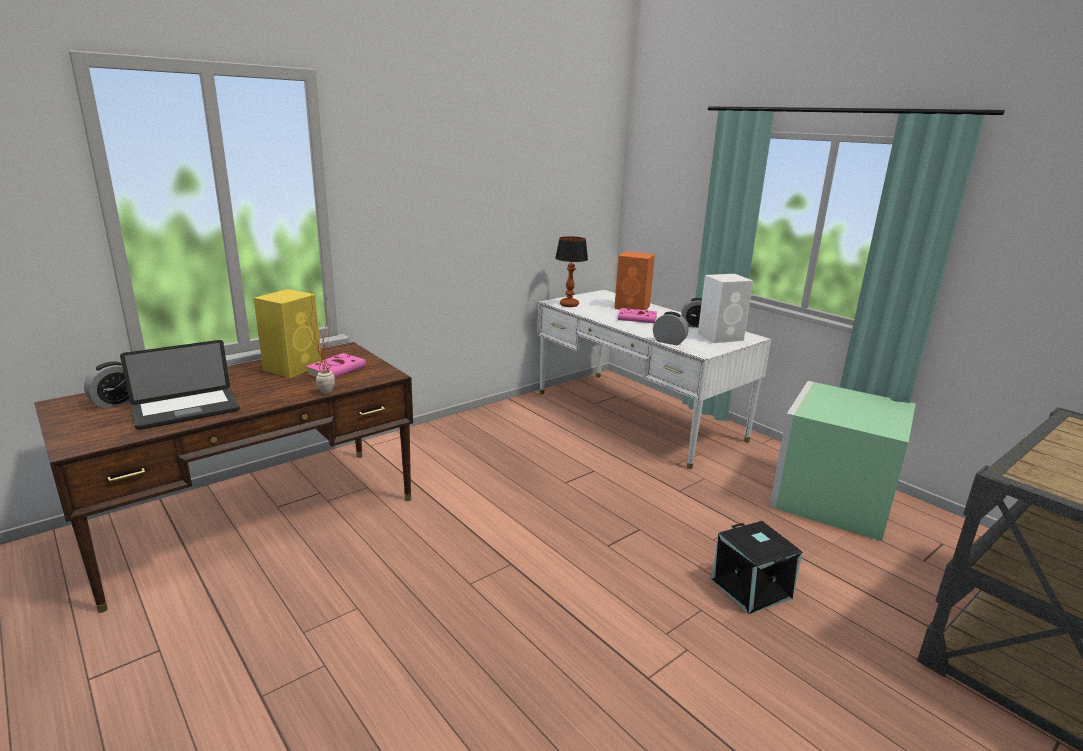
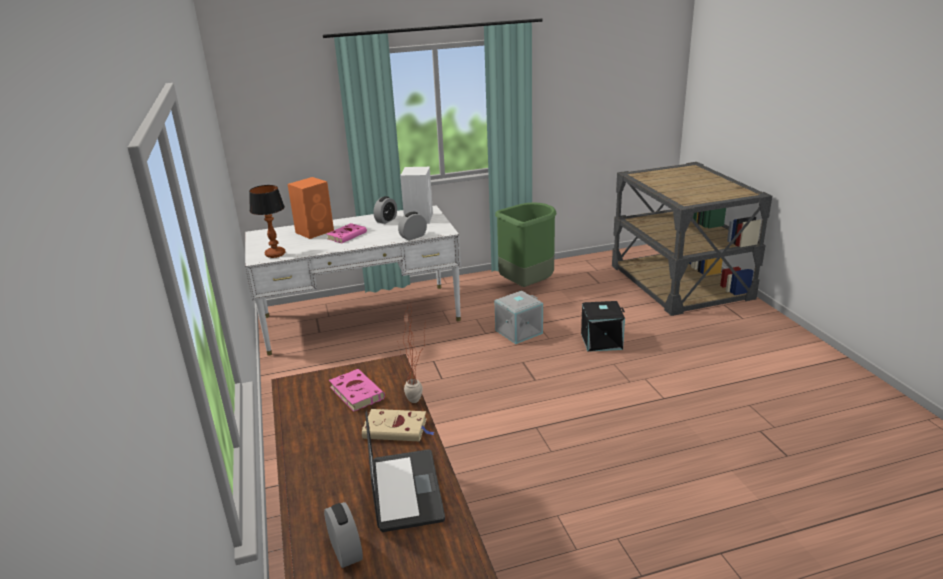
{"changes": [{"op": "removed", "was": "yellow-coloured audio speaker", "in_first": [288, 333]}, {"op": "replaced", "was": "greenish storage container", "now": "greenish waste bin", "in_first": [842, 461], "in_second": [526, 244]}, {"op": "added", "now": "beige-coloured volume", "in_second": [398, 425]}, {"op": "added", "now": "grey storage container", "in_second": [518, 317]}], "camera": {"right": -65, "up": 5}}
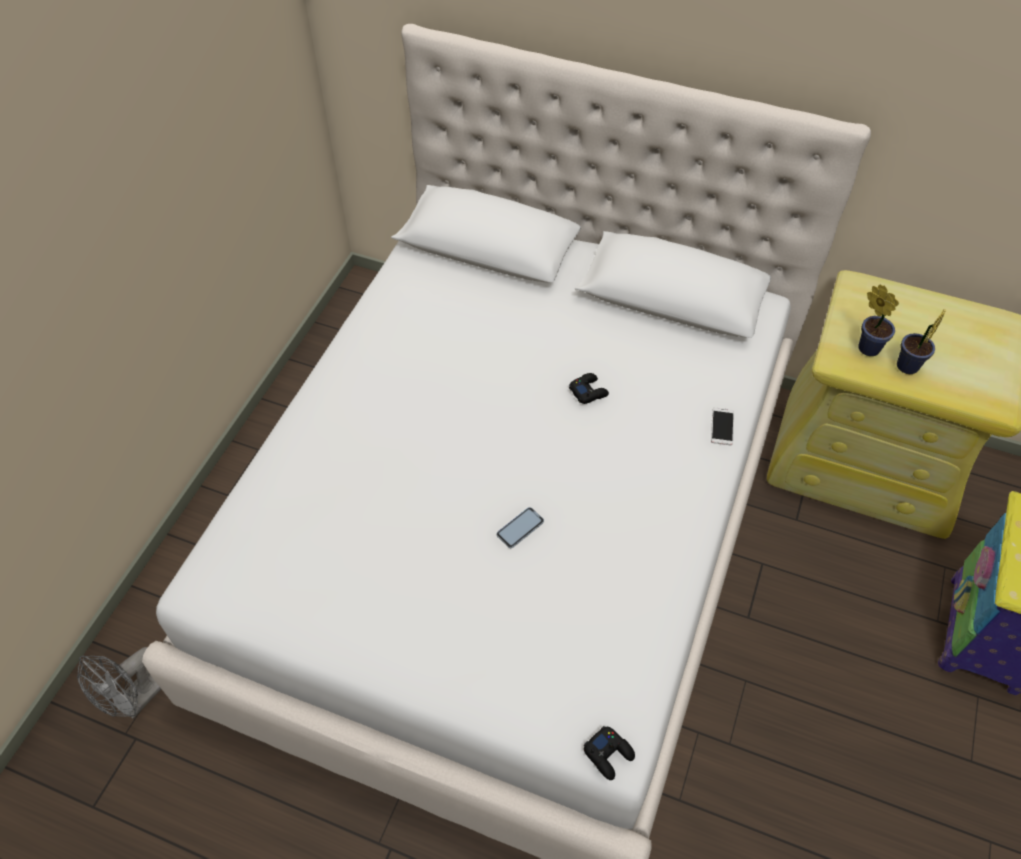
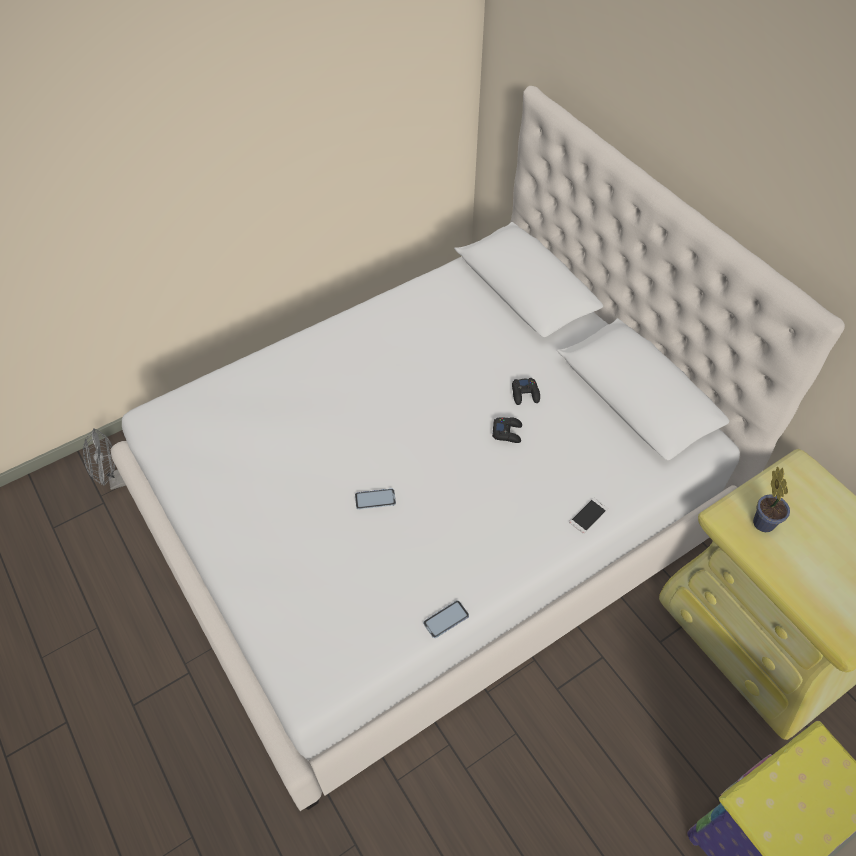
{"changes": [{"op": "moved", "was": "black-coloured game controller", "in_first": [609, 753], "in_second": [526, 391]}, {"op": "removed", "was": "houseplant", "in_first": [921, 342]}, {"op": "added", "now": "telephone", "in_second": [446, 619]}], "camera": {"right": 35, "up": 0}}
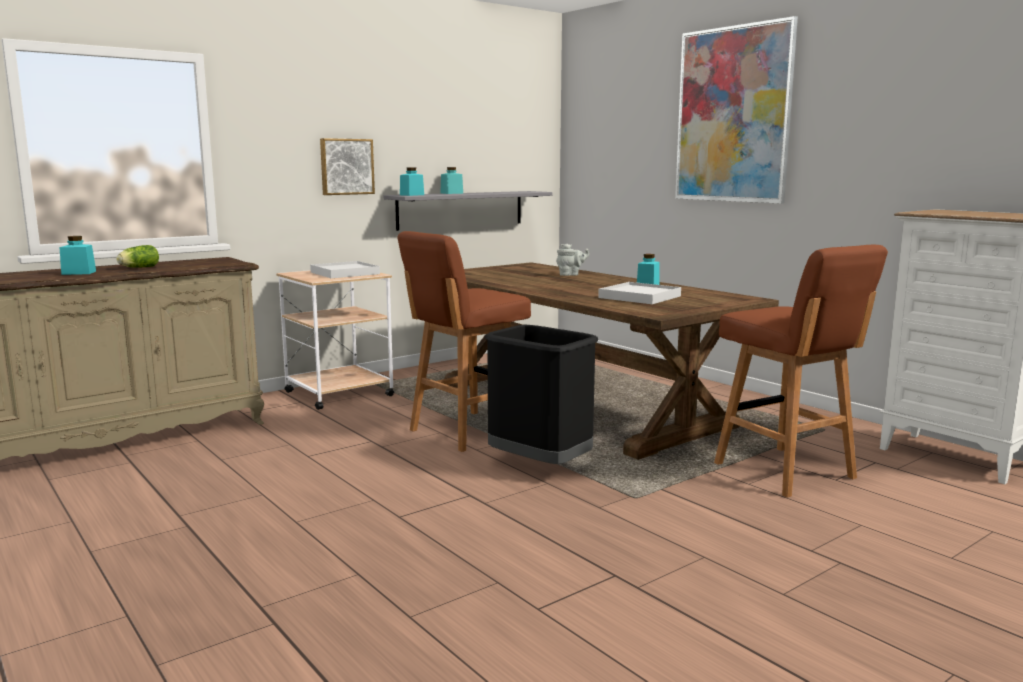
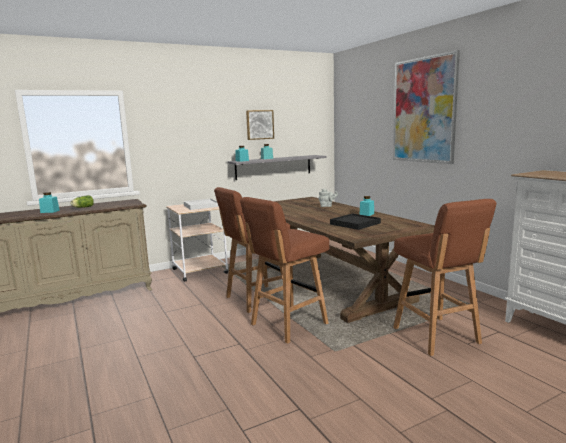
{"changes": [{"op": "moved", "was": "picture", "in_first": [347, 166], "in_second": [260, 125]}, {"op": "replaced", "was": "black-coloured waste bin", "now": "brown-coloured stool seat", "in_first": [541, 394], "in_second": [284, 270]}, {"op": "recoloured", "was": "whitish tray", "now": "black-coloured tray", "in_first": [639, 293], "in_second": [355, 222]}], "camera": {"right": 10, "up": 0}}
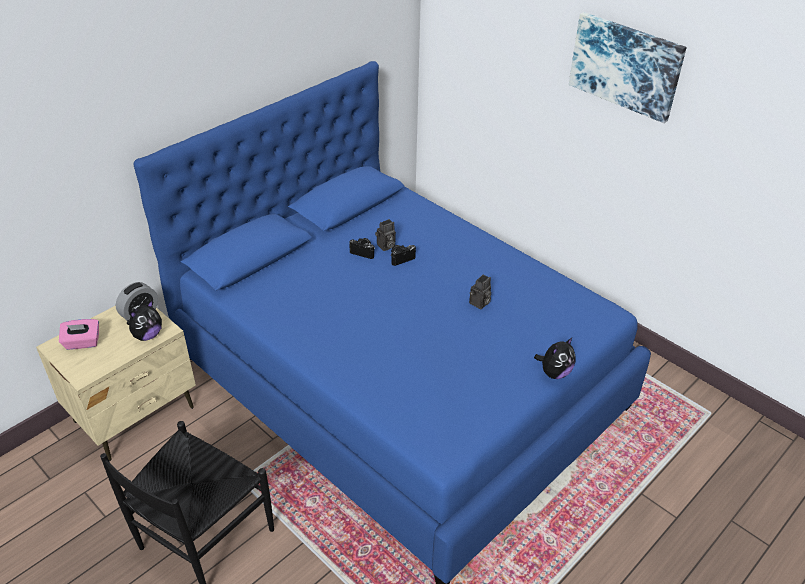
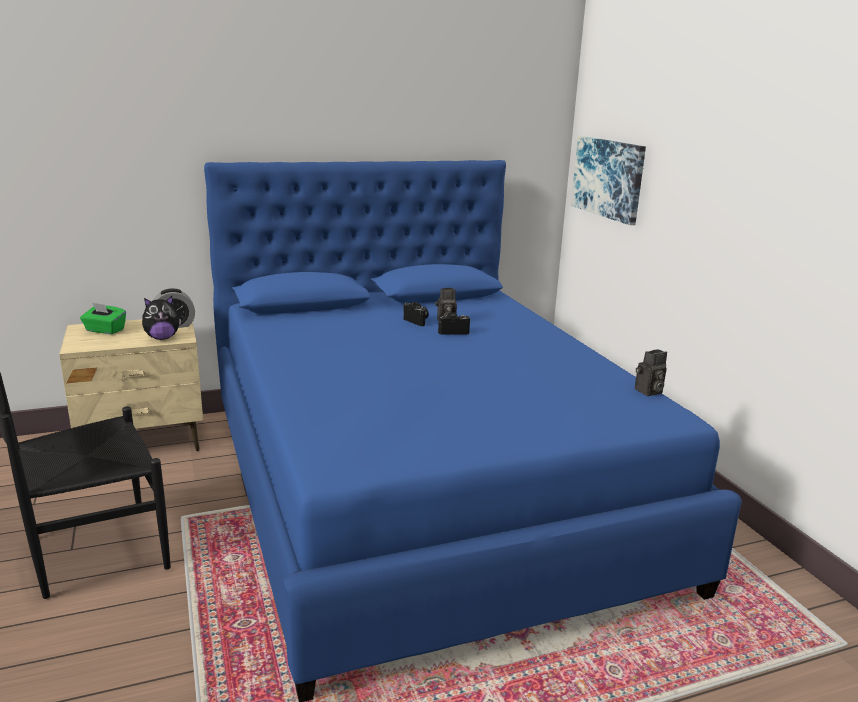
{"changes": [{"op": "recoloured", "was": "pinkish tissue holder", "now": "greenish tissue holder", "in_first": [79, 334], "in_second": [103, 318]}, {"op": "moved", "was": "still camera", "in_first": [480, 292], "in_second": [651, 372]}, {"op": "removed", "was": "soft toy", "in_first": [554, 358]}, {"op": "moved", "was": "picture", "in_first": [628, 67], "in_second": [608, 180]}], "camera": {"right": 25, "up": -20}}
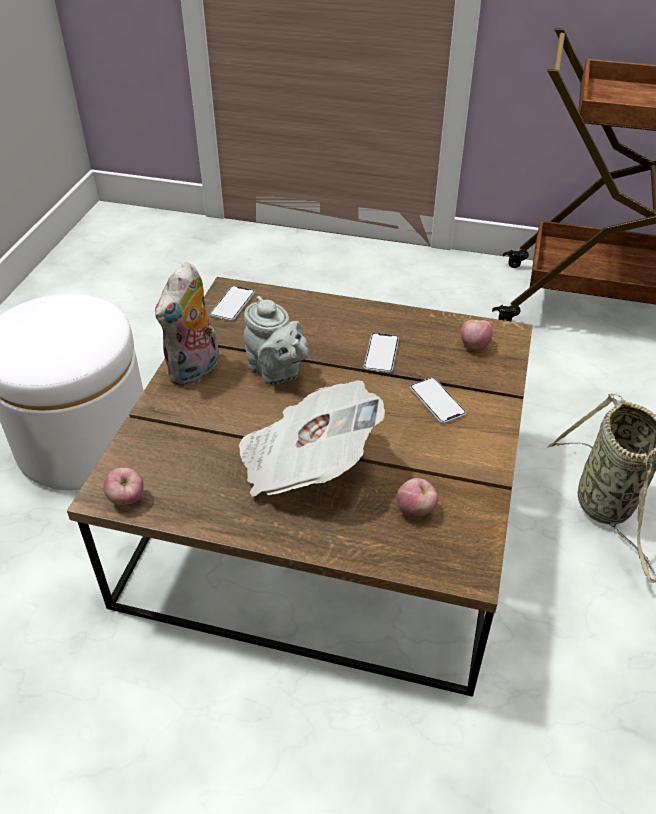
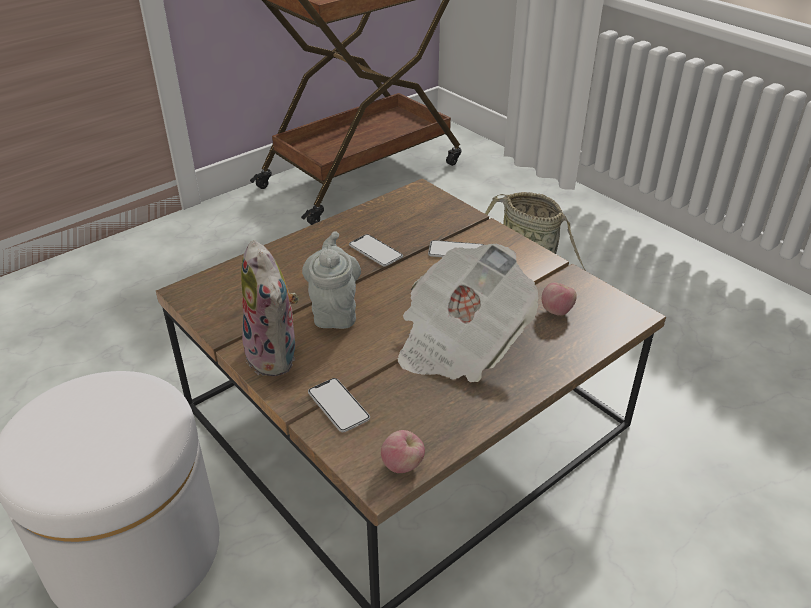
{"changes": [{"op": "moved", "was": "telephone", "in_first": [232, 303], "in_second": [339, 405]}, {"op": "turned", "was": "grey tea pot", "in_first": [276, 340], "in_second": [331, 280], "clockwise": -90}, {"op": "removed", "was": "apple", "in_first": [476, 334]}], "camera": {"right": -55, "up": -5}}
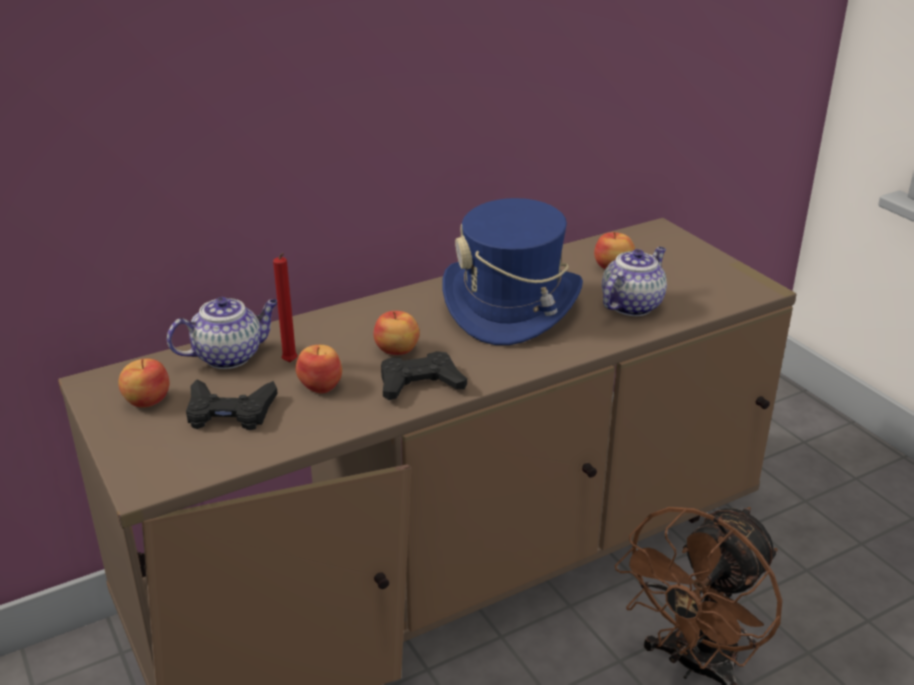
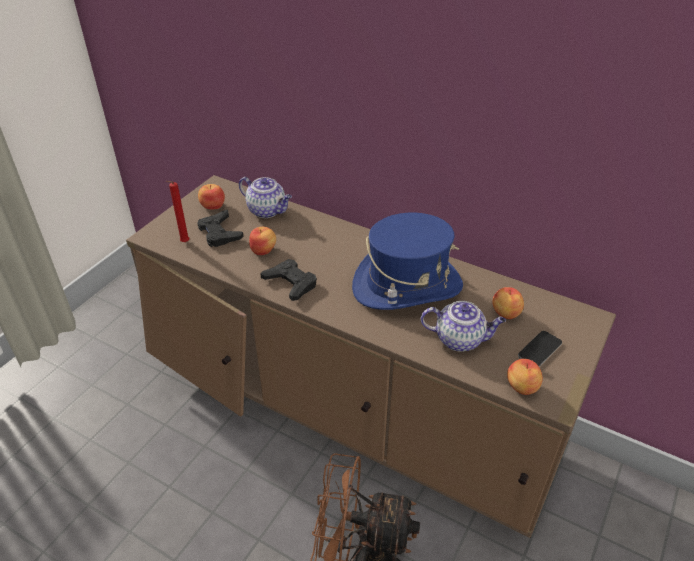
{"changes": [{"op": "moved", "was": "red wax light", "in_first": [285, 307], "in_second": [177, 211]}, {"op": "moved", "was": "apple", "in_first": [396, 333], "in_second": [525, 377]}, {"op": "added", "now": "telephone", "in_second": [540, 349]}], "camera": {"right": 60, "up": 10}}
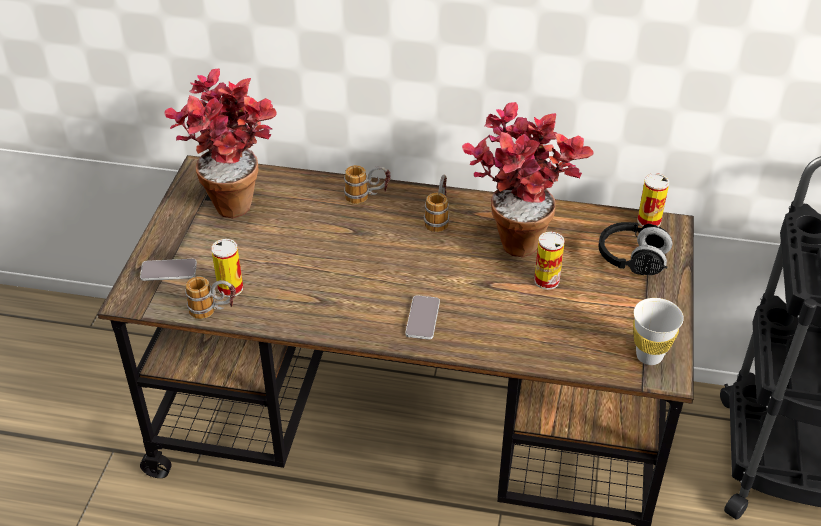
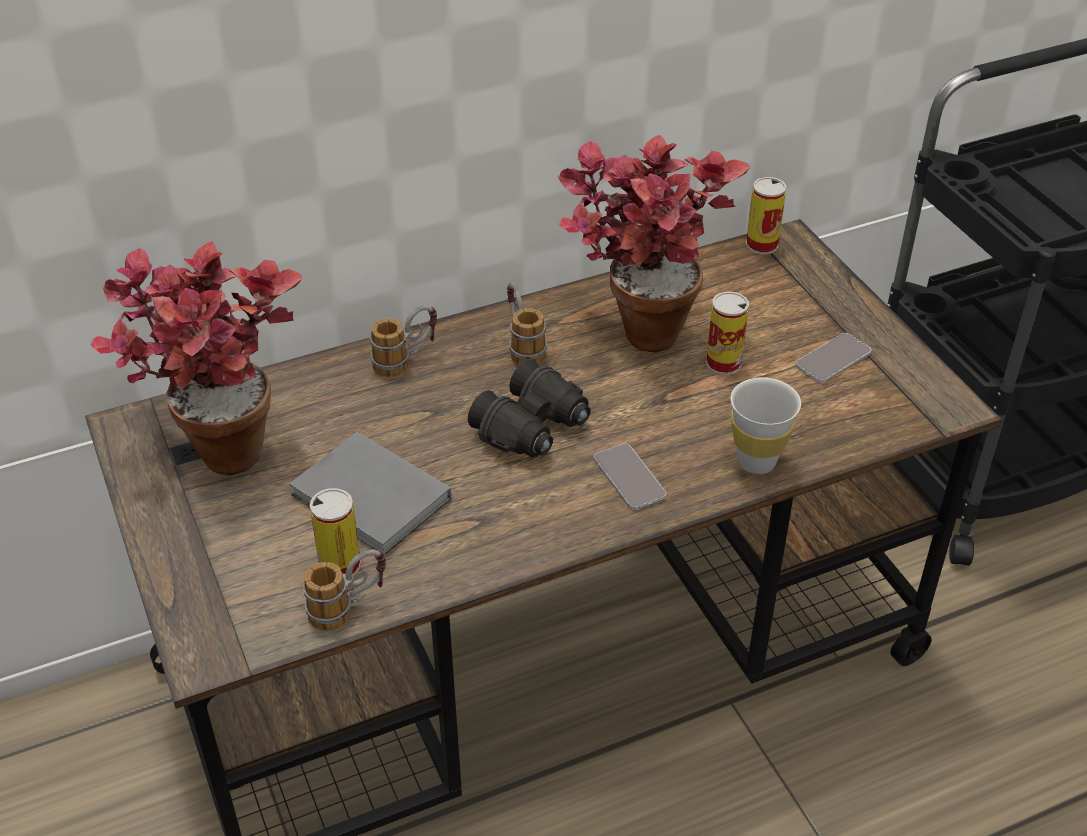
{"changes": [{"op": "moved", "was": "telephone", "in_first": [168, 270], "in_second": [833, 358]}, {"op": "removed", "was": "black-coloured headset", "in_first": [635, 248]}, {"op": "moved", "was": "whitish small cup", "in_first": [658, 331], "in_second": [766, 425]}, {"op": "added", "now": "grey volume", "in_second": [370, 493]}, {"op": "added", "now": "black-coloured field glasses", "in_second": [529, 409]}], "camera": {"right": -35, "up": 0}}
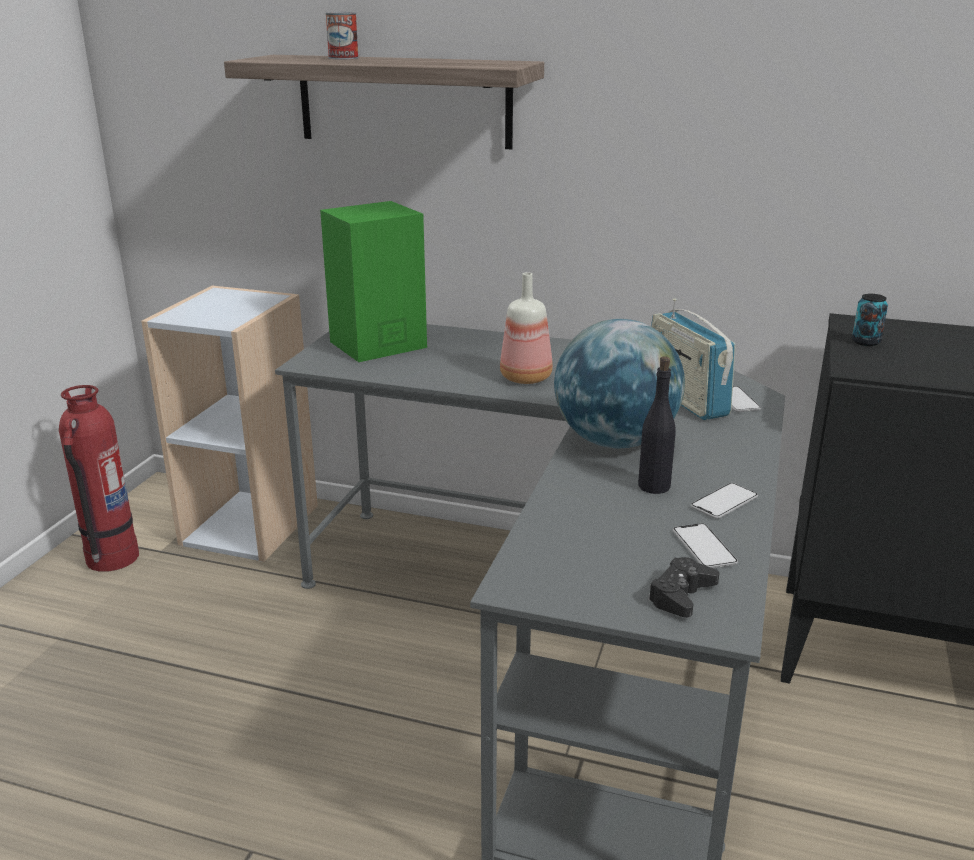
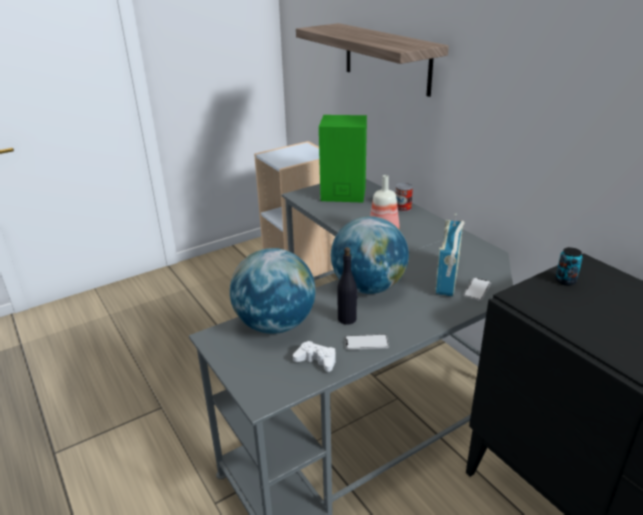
{"changes": [{"op": "removed", "was": "fire-fighting cylinder", "in_first": [99, 478]}, {"op": "moved", "was": "sealed can", "in_first": [342, 35], "in_second": [404, 197]}, {"op": "removed", "was": "black-coloured game controller", "in_first": [684, 587]}, {"op": "replaced", "was": "telephone", "now": "whitish game controller", "in_first": [705, 545], "in_second": [314, 356]}, {"op": "added", "now": "globe", "in_second": [273, 291]}], "camera": {"right": 40, "up": 5}}
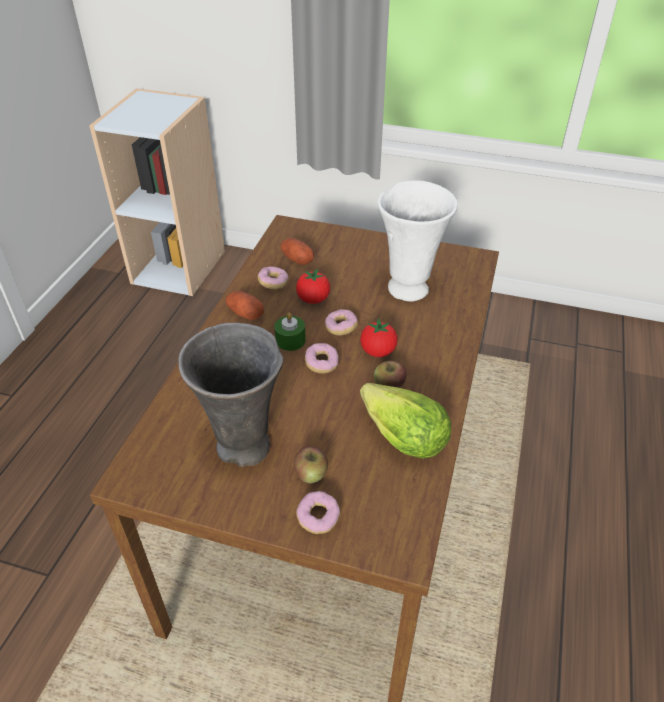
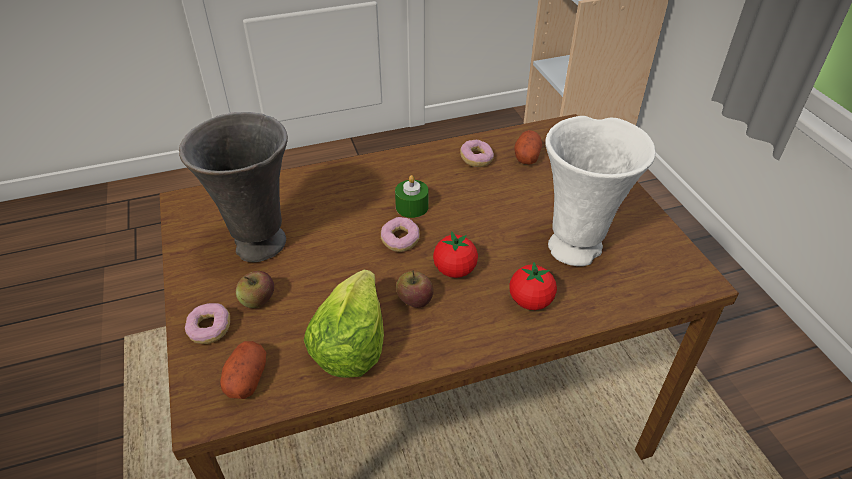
{"changes": [{"op": "moved", "was": "spud", "in_first": [245, 305], "in_second": [243, 370]}, {"op": "moved", "was": "fresh tomato", "in_first": [313, 286], "in_second": [533, 286]}, {"op": "removed", "was": "doughnut", "in_first": [341, 322]}], "camera": {"right": 55, "up": 0}}
